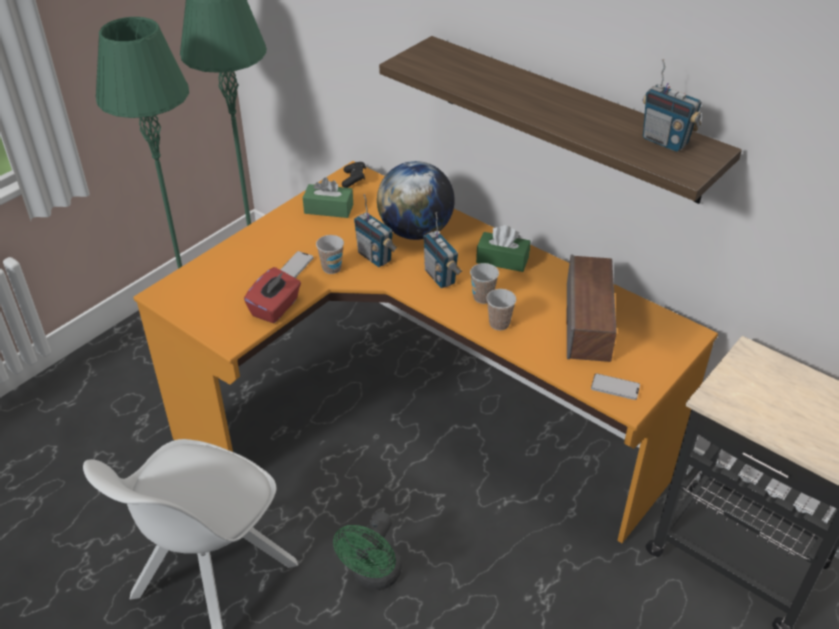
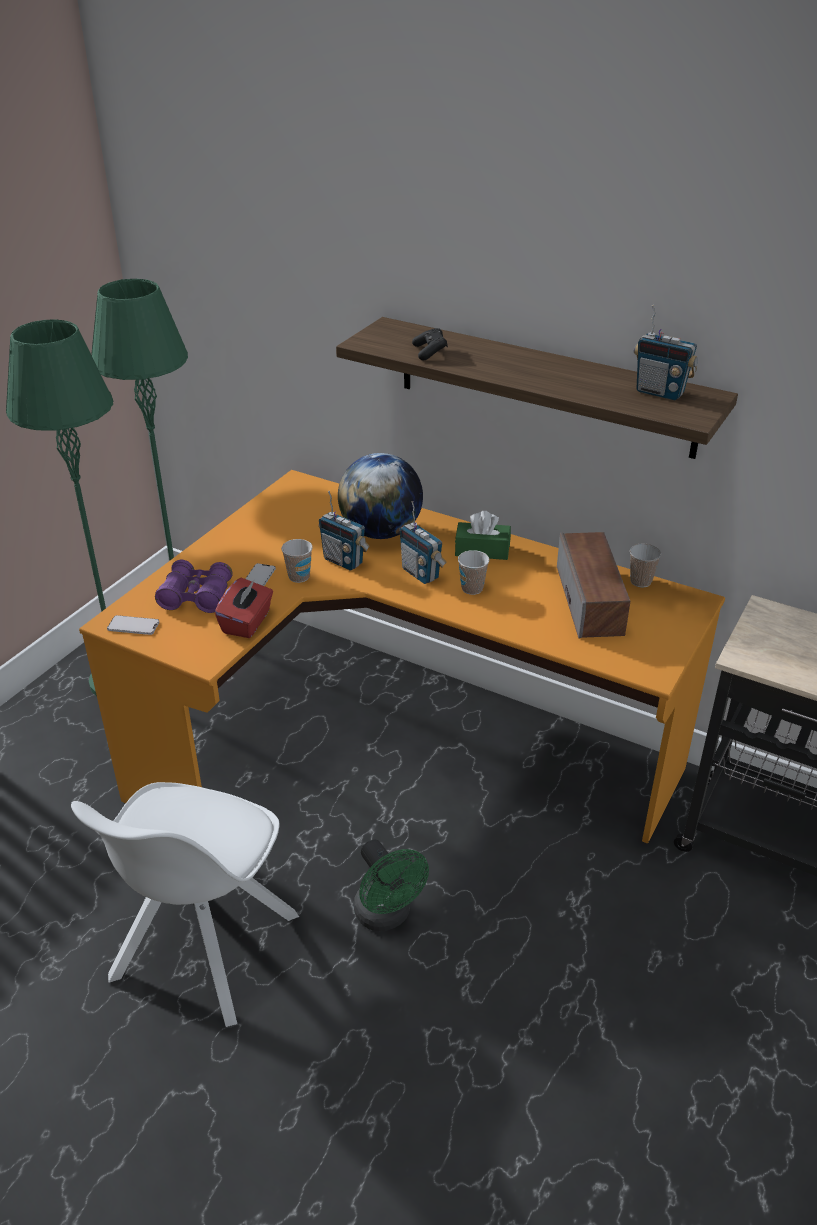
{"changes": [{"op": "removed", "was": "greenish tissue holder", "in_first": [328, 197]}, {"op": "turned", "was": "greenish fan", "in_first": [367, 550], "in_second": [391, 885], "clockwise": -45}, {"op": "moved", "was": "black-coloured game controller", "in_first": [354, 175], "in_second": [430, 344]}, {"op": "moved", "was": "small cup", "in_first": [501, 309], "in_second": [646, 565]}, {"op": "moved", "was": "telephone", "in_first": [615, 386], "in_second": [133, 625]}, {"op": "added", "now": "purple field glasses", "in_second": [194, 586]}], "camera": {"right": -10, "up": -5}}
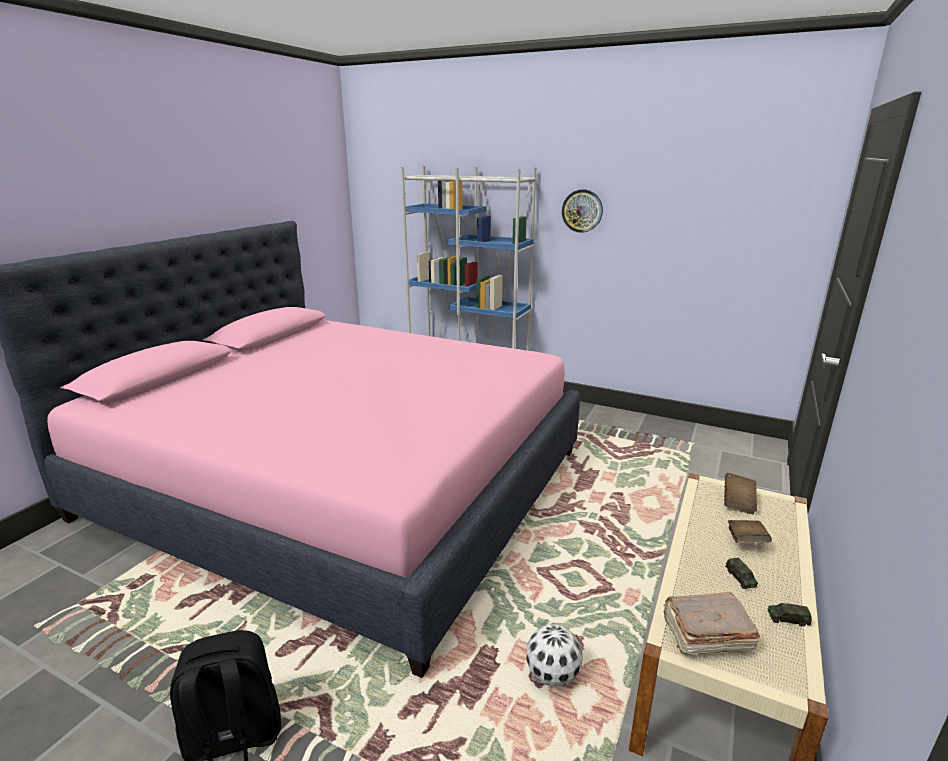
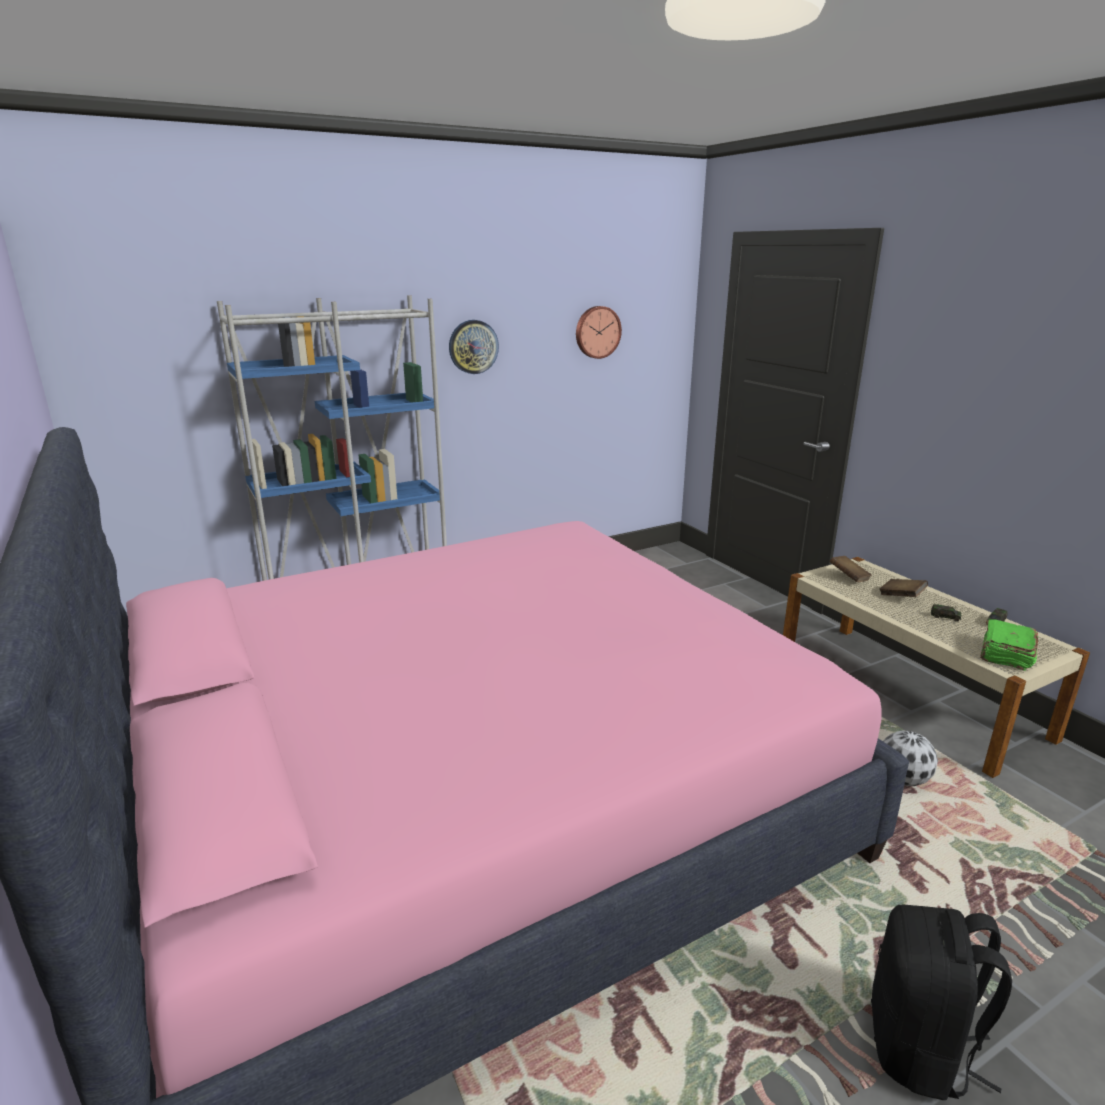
{"changes": [{"op": "recoloured", "was": "brown-coloured volume", "now": "greenish volume", "in_first": [712, 623], "in_second": [1009, 645]}, {"op": "added", "now": "wall clock", "in_second": [599, 332]}], "camera": {"right": -55, "up": 0}}
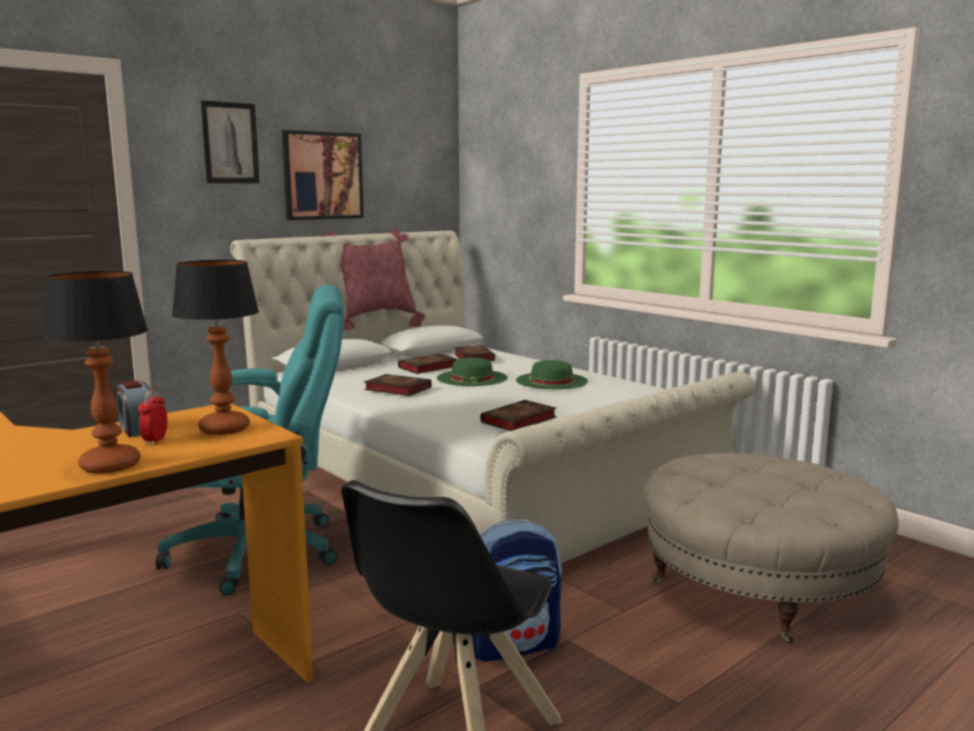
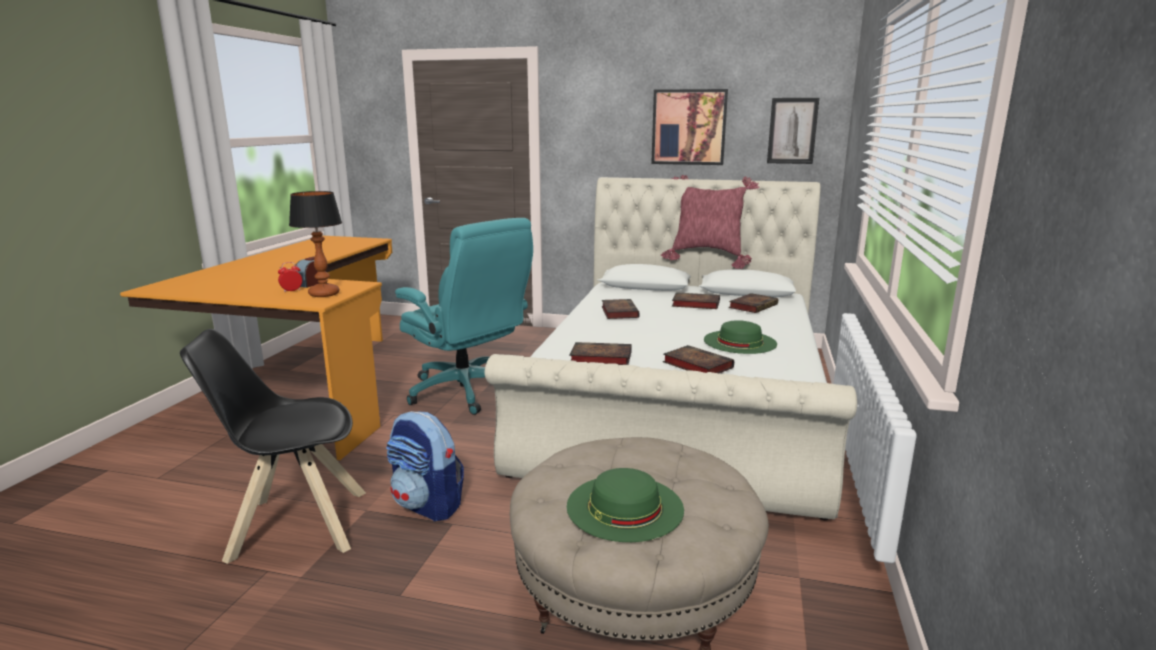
{"changes": [{"op": "removed", "was": "table lamp", "in_first": [95, 372]}, {"op": "moved", "was": "picture", "in_first": [230, 141], "in_second": [793, 131]}, {"op": "moved", "was": "greenish wearable hat", "in_first": [472, 371], "in_second": [625, 505]}, {"op": "added", "now": "volume", "in_second": [698, 359]}], "camera": {"right": 55, "up": 5}}
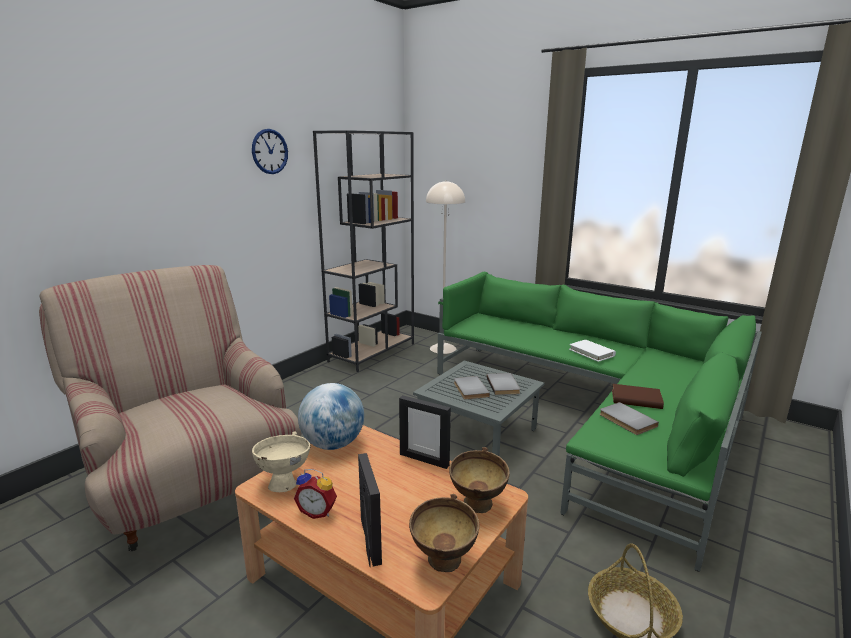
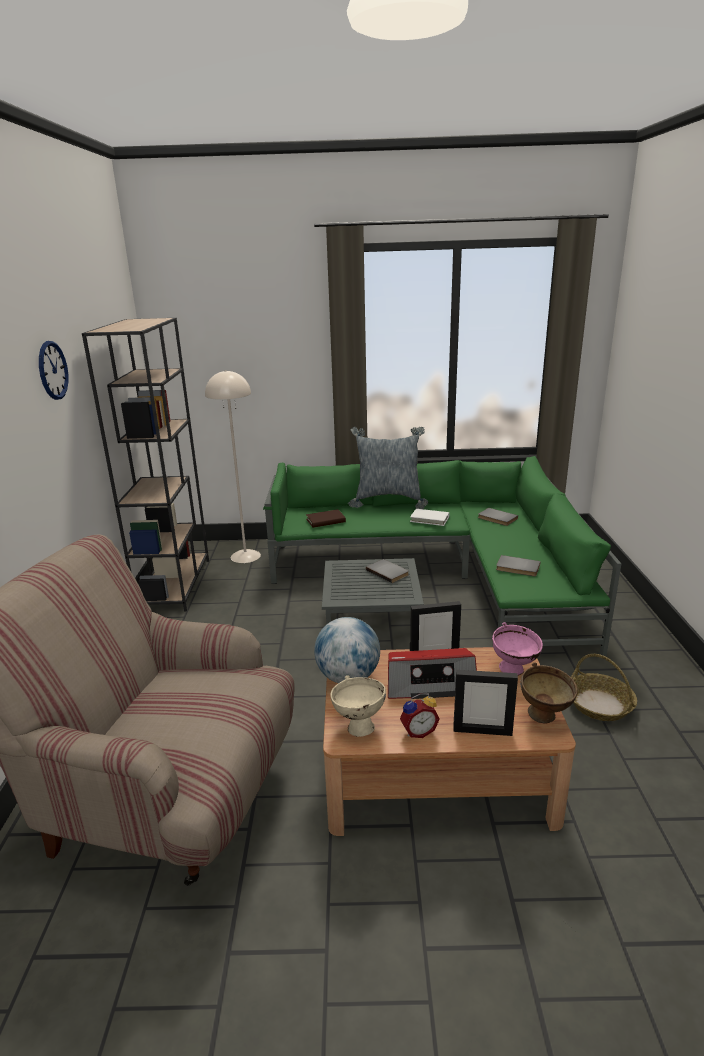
{"changes": [{"op": "turned", "was": "standing frame", "in_first": [370, 510], "in_second": [486, 703], "clockwise": 150}, {"op": "recoloured", "was": "brown-coloured bowl", "now": "pinkish bowl", "in_first": [479, 480], "in_second": [517, 649]}, {"op": "moved", "was": "grey volume", "in_first": [472, 388], "in_second": [498, 517]}, {"op": "moved", "was": "brown-coloured volume", "in_first": [638, 396], "in_second": [326, 518]}, {"op": "added", "now": "pillow", "in_second": [387, 468]}, {"op": "added", "now": "radio", "in_second": [432, 673]}], "camera": {"right": -35, "up": 5}}
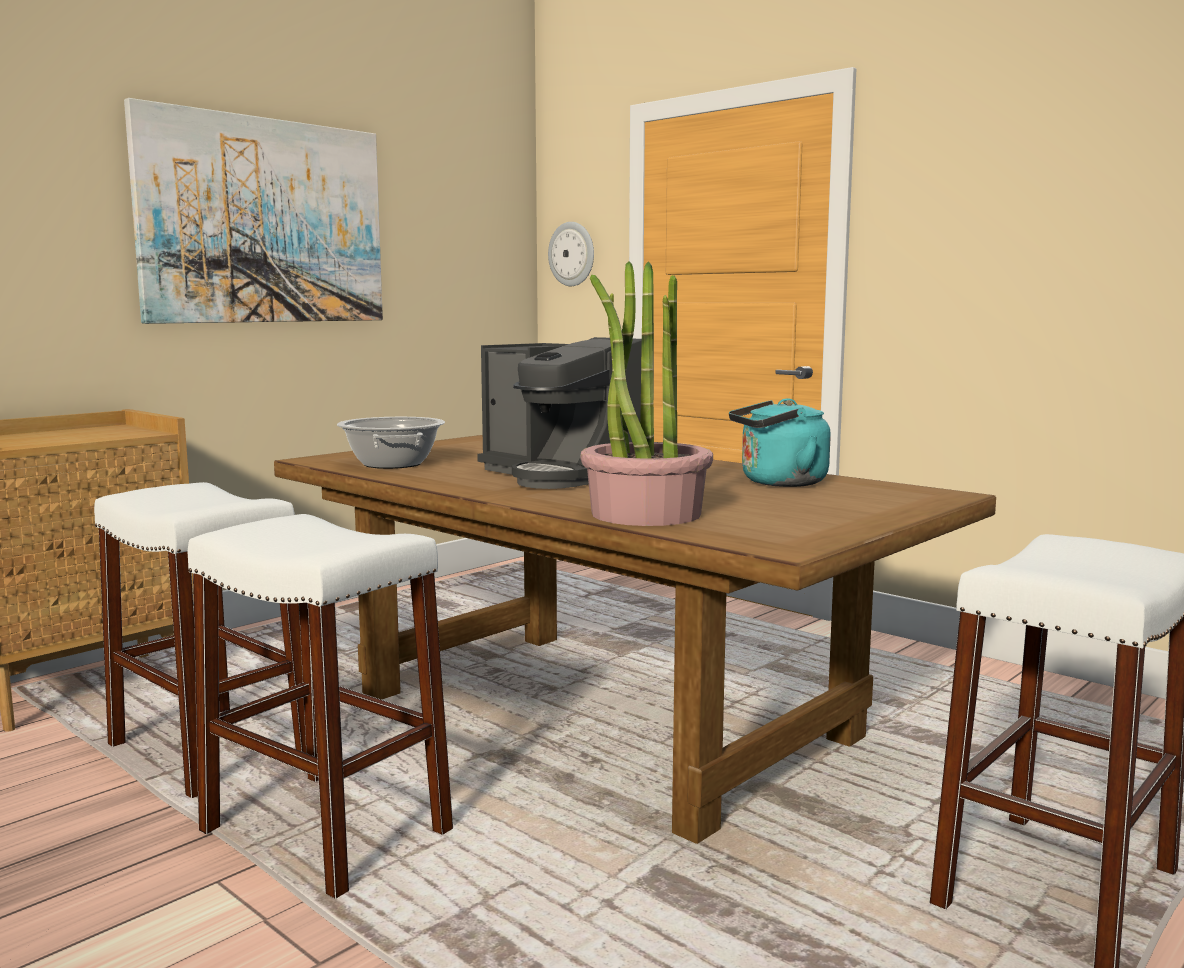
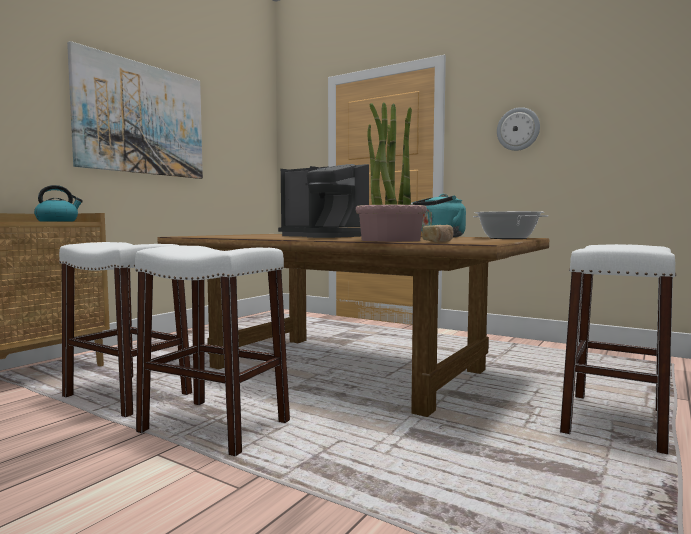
{"changes": [{"op": "moved", "was": "cooking pot", "in_first": [391, 443], "in_second": [510, 225]}, {"op": "moved", "was": "wall clock", "in_first": [571, 254], "in_second": [518, 129]}, {"op": "added", "now": "water kettle", "in_second": [58, 203]}, {"op": "added", "now": "baked bread", "in_second": [437, 233]}], "camera": {"right": -10, "up": -5}}
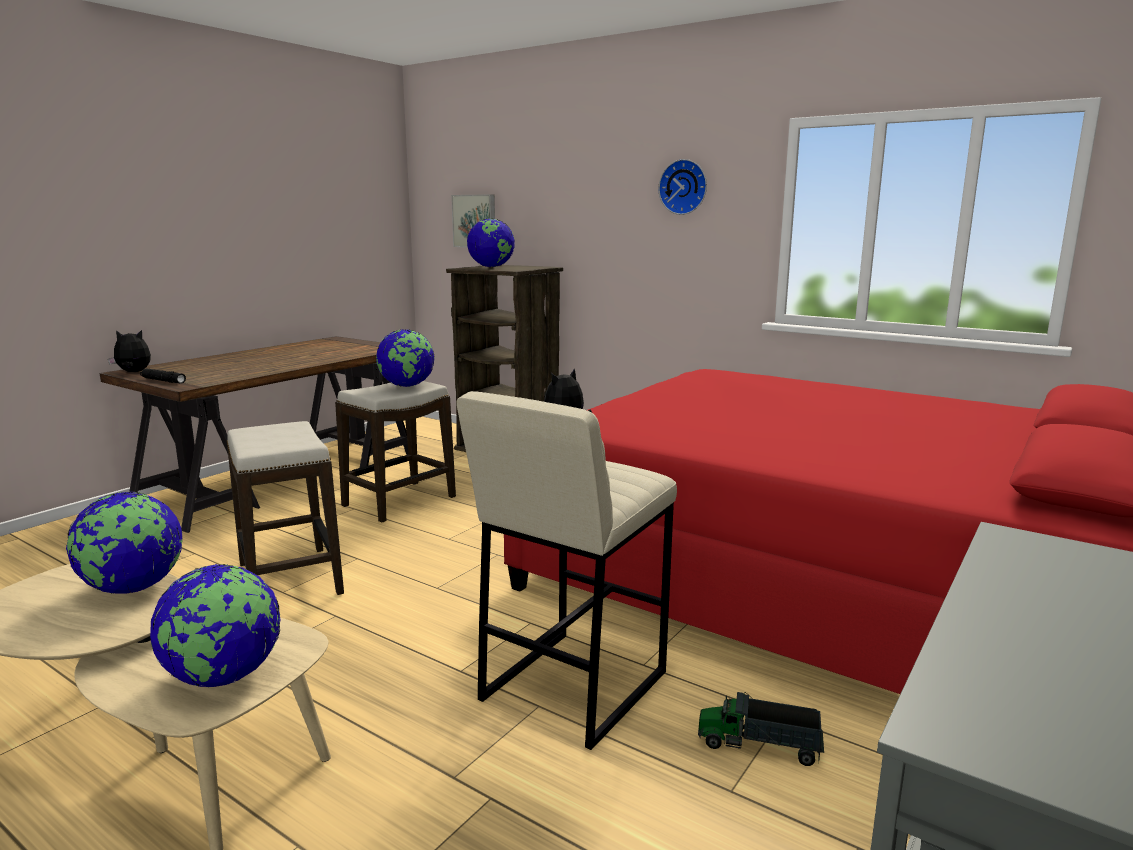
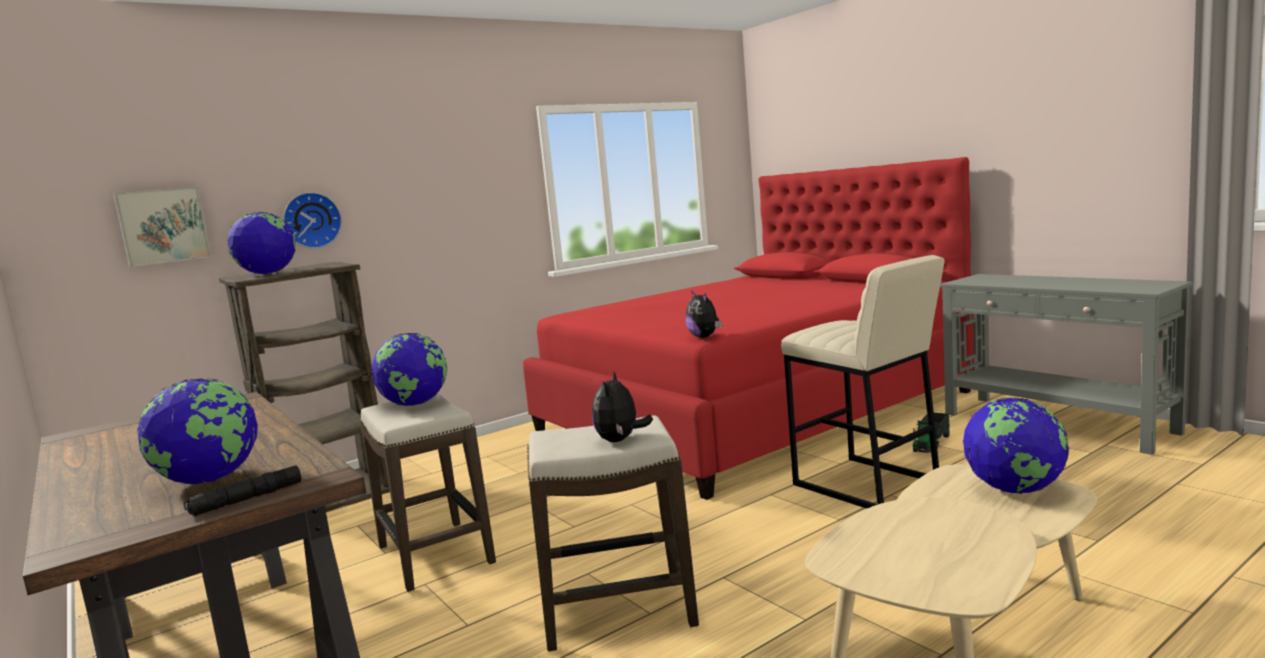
{"changes": [{"op": "moved", "was": "globe", "in_first": [124, 543], "in_second": [197, 431]}, {"op": "moved", "was": "soft toy", "in_first": [129, 351], "in_second": [622, 407]}, {"op": "moved", "was": "wall clock", "in_first": [683, 187], "in_second": [312, 220]}], "camera": {"right": -70, "up": -5}}
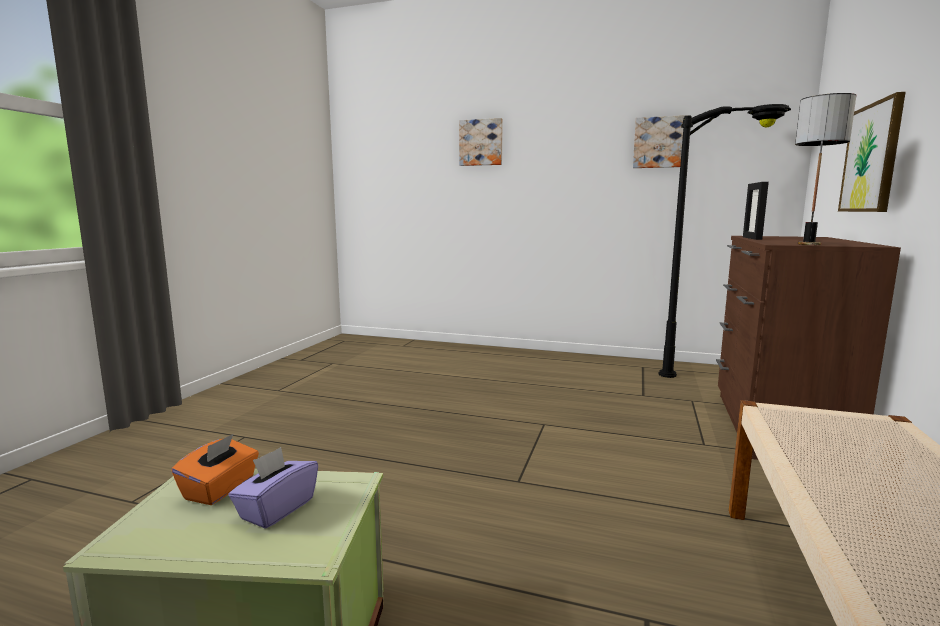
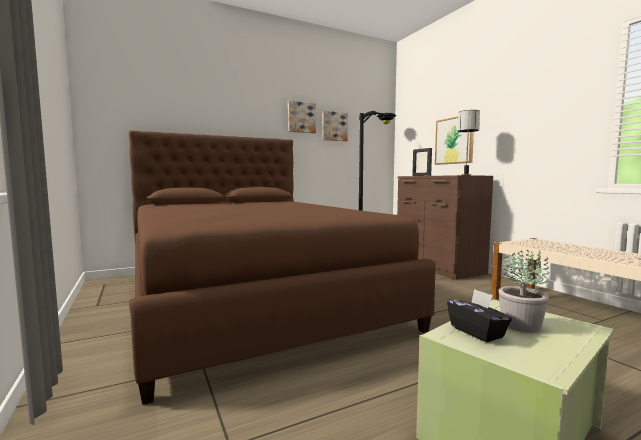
{"changes": [{"op": "recoloured", "was": "orange tissue holder", "now": "black-coloured tissue holder", "in_first": [215, 469], "in_second": [479, 315]}, {"op": "replaced", "was": "purple tissue holder", "now": "houseplant", "in_first": [273, 488], "in_second": [524, 291]}, {"op": "moved", "was": "picture", "in_first": [481, 142], "in_second": [302, 117]}, {"op": "added", "now": "brown-coloured bedroom bed", "in_second": [282, 267]}], "camera": {"right": -45, "up": -5}}
